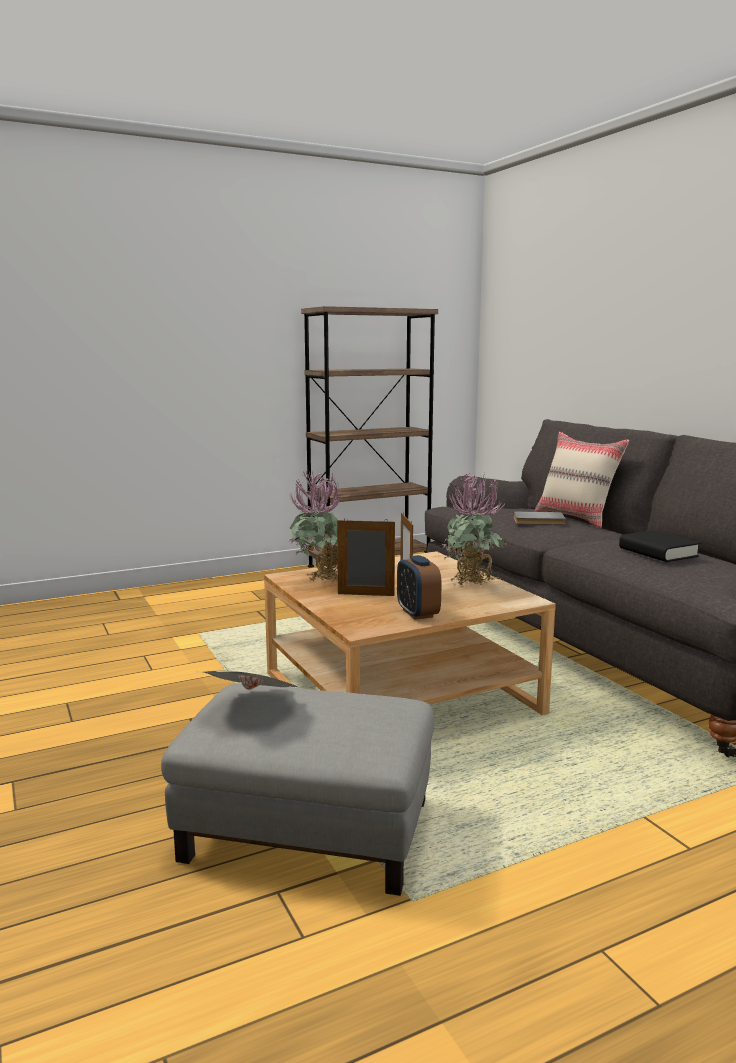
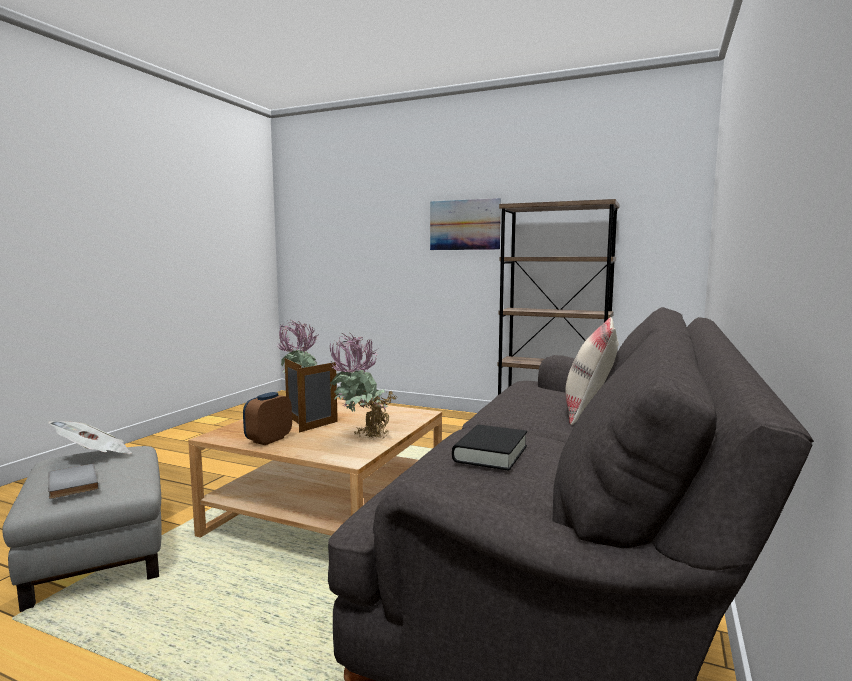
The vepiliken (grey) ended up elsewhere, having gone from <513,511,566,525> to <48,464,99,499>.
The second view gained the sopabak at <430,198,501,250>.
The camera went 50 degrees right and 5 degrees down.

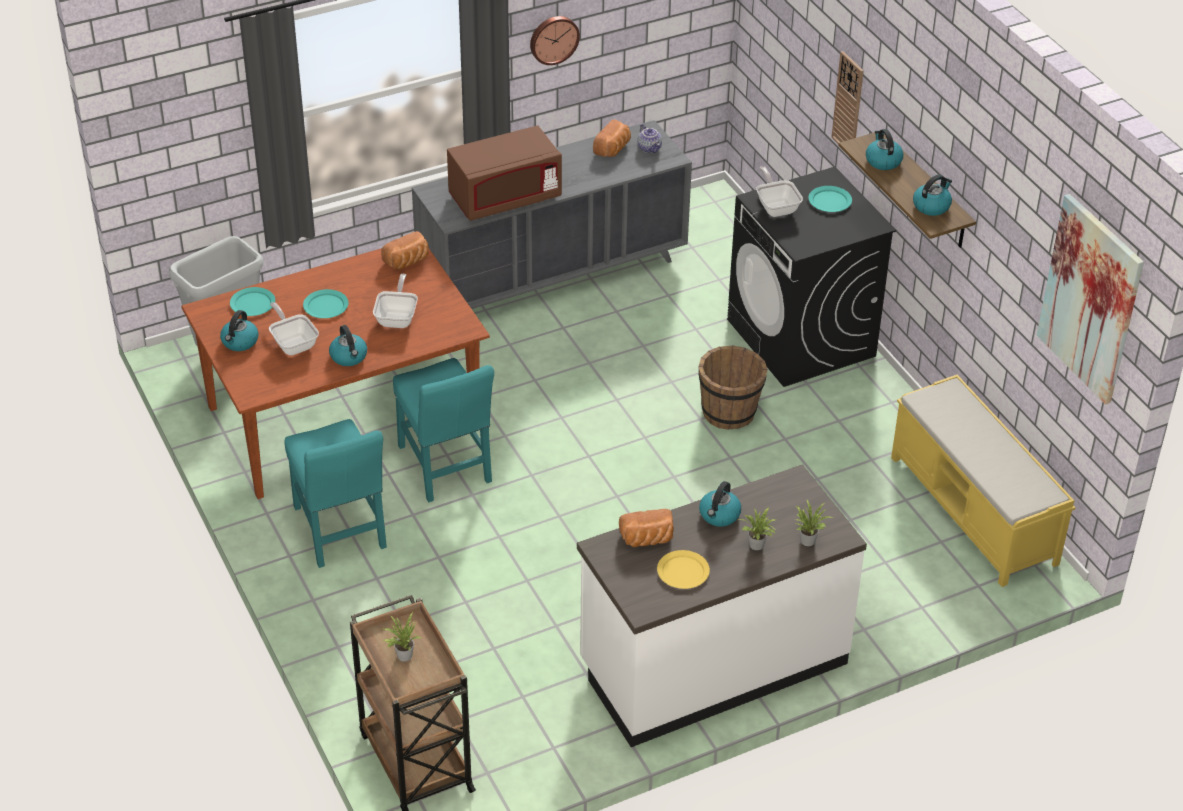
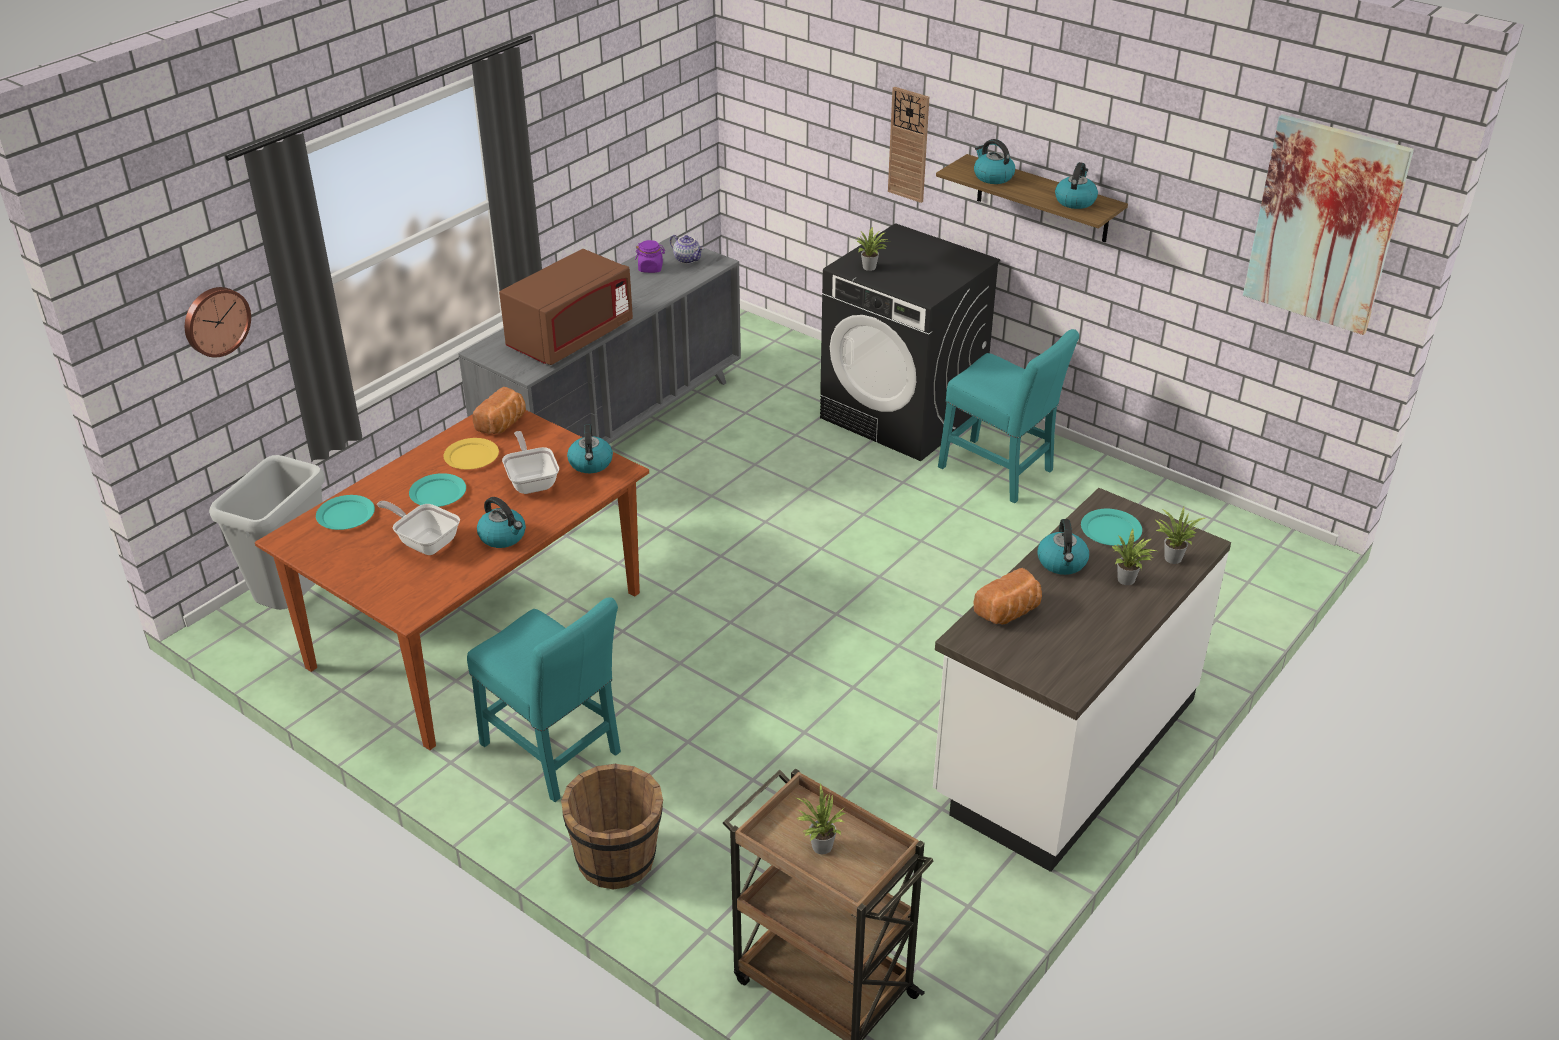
The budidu ended up elsewhere, having gone from <530,16,580,65> to <185,287,251,357>.
Where the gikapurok stood at <593,119,631,157>, the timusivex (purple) came to stand at <635,240,665,273>.
Where the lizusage stood at <756,166,803,217>, the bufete came to stand at <856,227,890,271>.
The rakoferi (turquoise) ended up elsewhere, having gone from <808,186,852,212> to <1081,509,1142,546>.
The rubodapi ended up elsewhere, having gone from <220,310,259,351> to <567,424,613,473>.
The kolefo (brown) ended up elsewhere, having gone from <698,345,768,430> to <561,764,663,890>.
The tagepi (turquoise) ended up elsewhere, having gone from <393,358,494,502> to <938,329,1079,503>.
The second view lost the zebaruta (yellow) at <891,375,1076,587>.
The rakoferi (yellow) ended up elsewhere, having gone from <657,550,710,589> to <443,438,499,469>.
The camera went 25 degrees left and 5 degrees down.

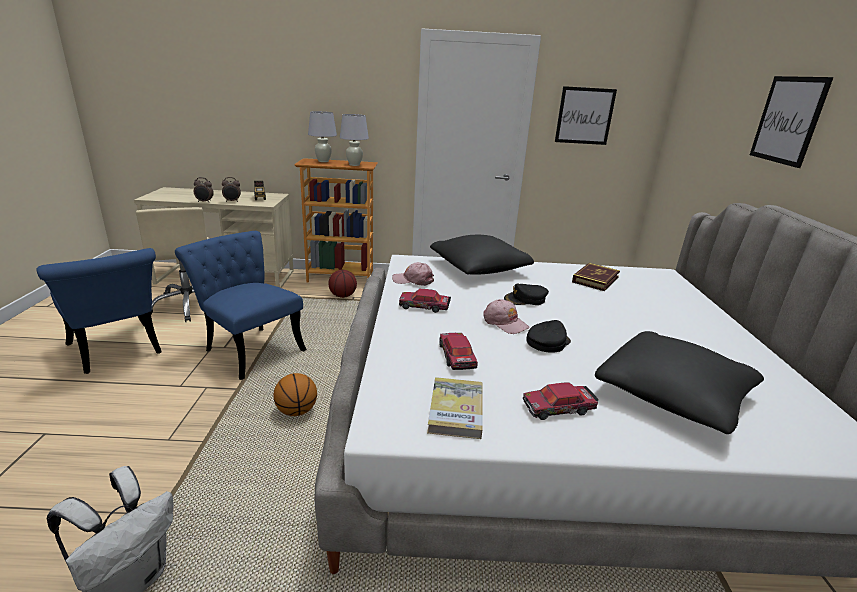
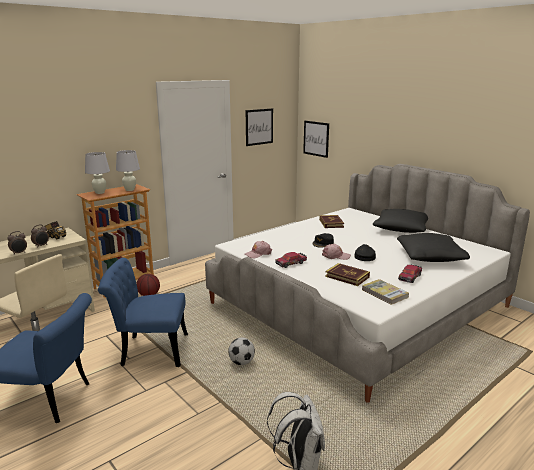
The sopabak ended up elsewhere, having gone from <750,76,834,168> to <303,121,329,158>.
The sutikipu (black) ended up elsewhere, having gone from <430,235,534,275> to <373,209,428,233>.
Where the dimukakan stood at <439,333,478,370>, the vepiliken came to stand at <325,263,370,286>.
Where the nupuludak stood at <273,373,317,416>, the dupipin came to stand at <228,338,255,365>.
The camera went 40 degrees left and 5 degrees down.

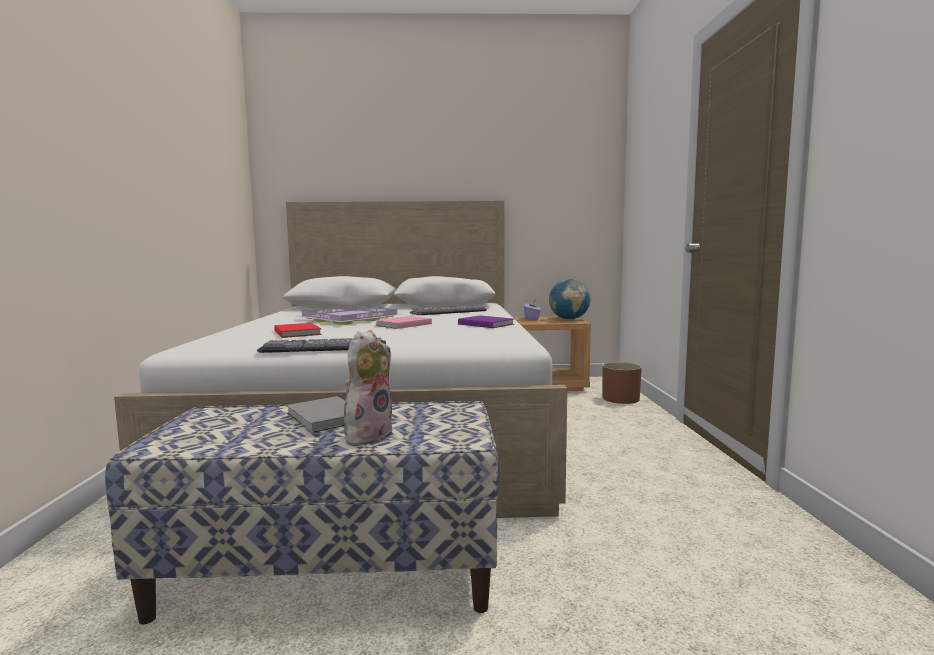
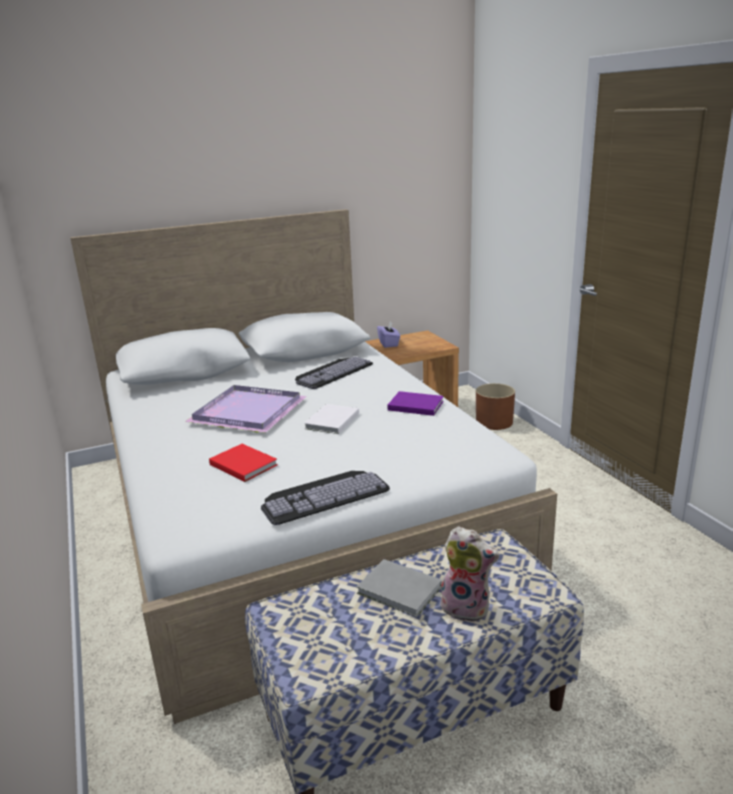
The second view lost the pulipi at <549,279,591,320>.
What was the vepiliken (pink) at <375,316,432,329> turned into the vepiliken (white) at <304,404,359,434>.
The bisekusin at <344,330,393,445> ended up facing another way, 105 degrees clockwise from before.
The camera went 20 degrees left and 15 degrees up.

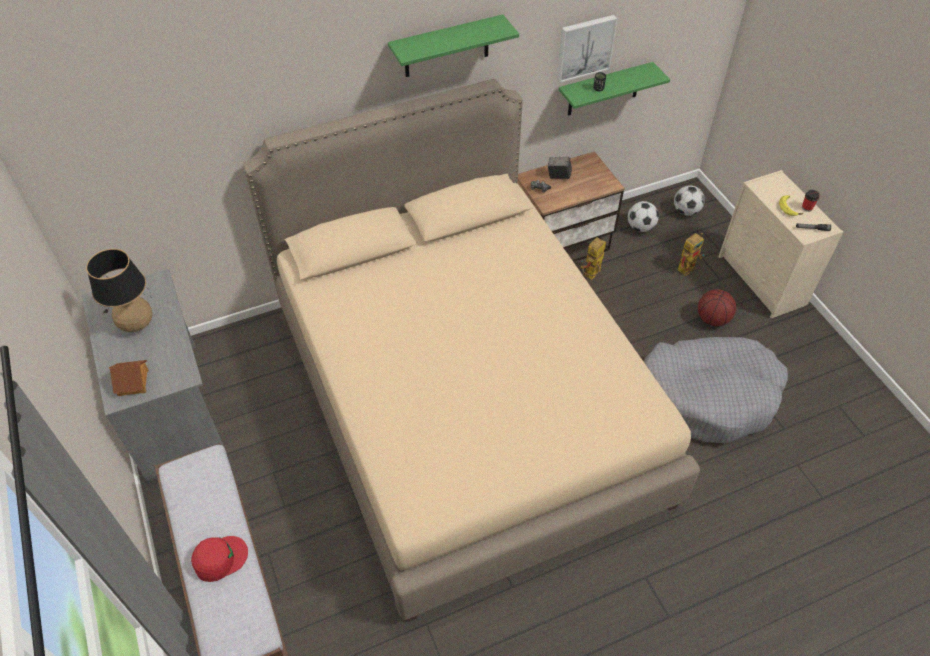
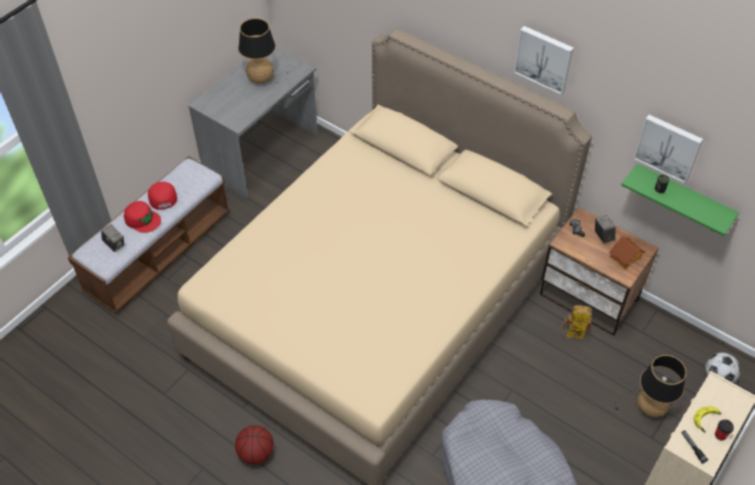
Where the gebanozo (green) hung at <388,14,519,77>, the sopabak came to hang at <514,26,574,95>.
The second view lost the dupipin at <628,201,659,232>.
Where the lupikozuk stood at <678,233,704,276>, the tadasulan came to stand at <615,355,686,417>.
The nupuludak ended up elsewhere, having gone from <698,289,736,326> to <235,425,274,464>.
The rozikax ended up elsewhere, having gone from <109,360,149,396> to <609,236,646,269>.
The second view gained the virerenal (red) at <148,182,177,210>.
The second view gained the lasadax at <101,224,124,252>.
The camera went 60 degrees right and 0 degrees up.

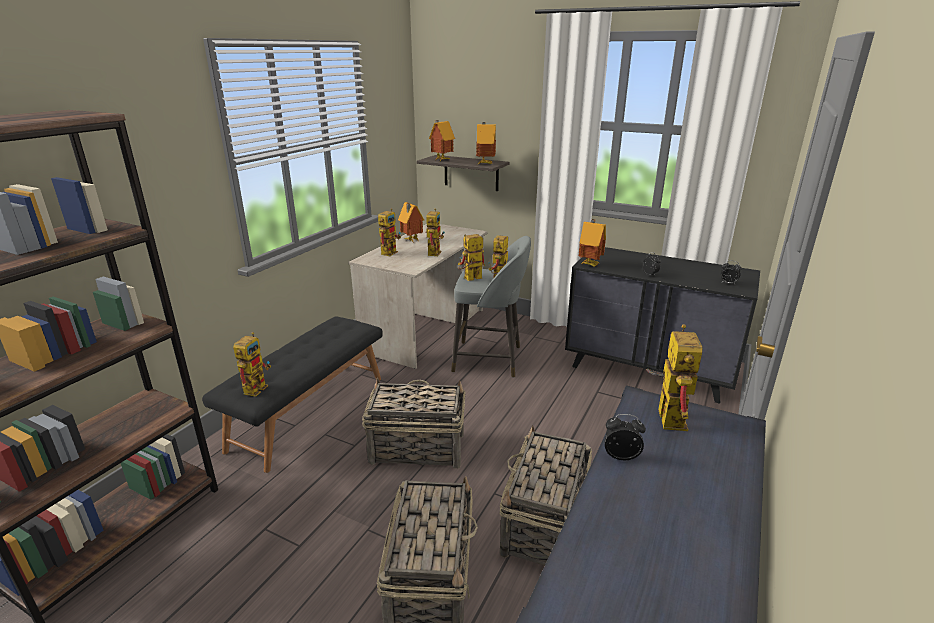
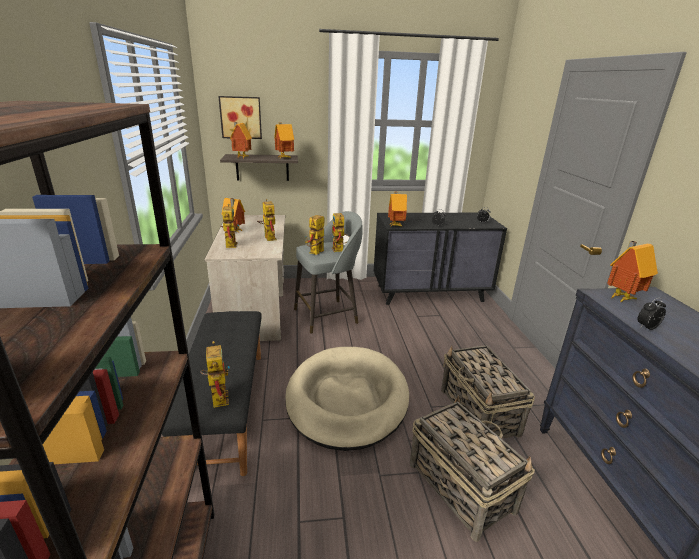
Where the lupikozuk stood at <647,324,702,431>, the rozikax came to stand at <607,241,658,302>.
Where the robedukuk stood at <362,377,466,469>, the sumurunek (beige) came to stand at <285,347,409,451>.
The second view gained the sopabak at <218,96,262,139>.
The camera went 35 degrees left and 0 degrees up.

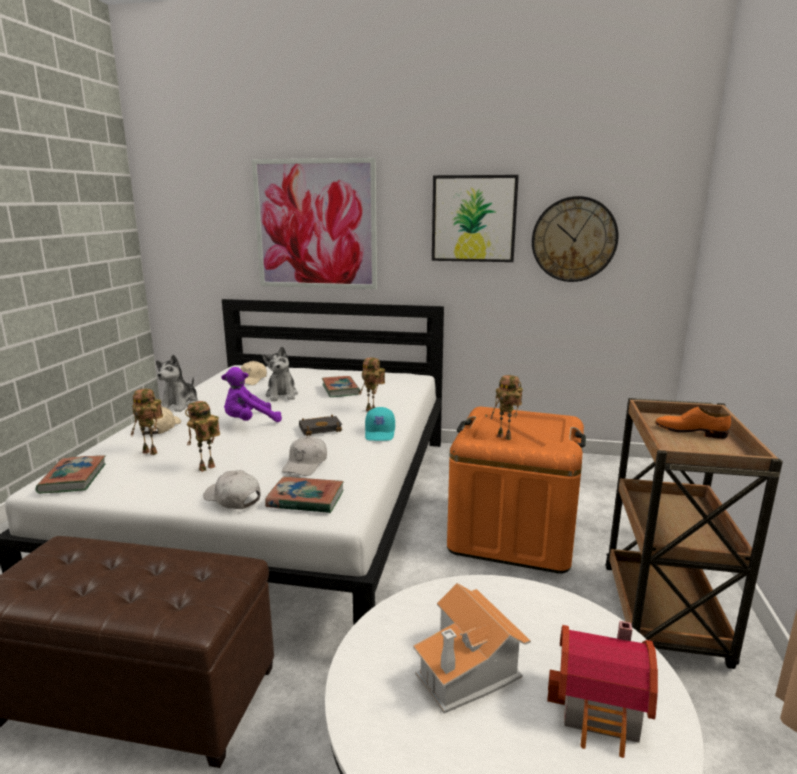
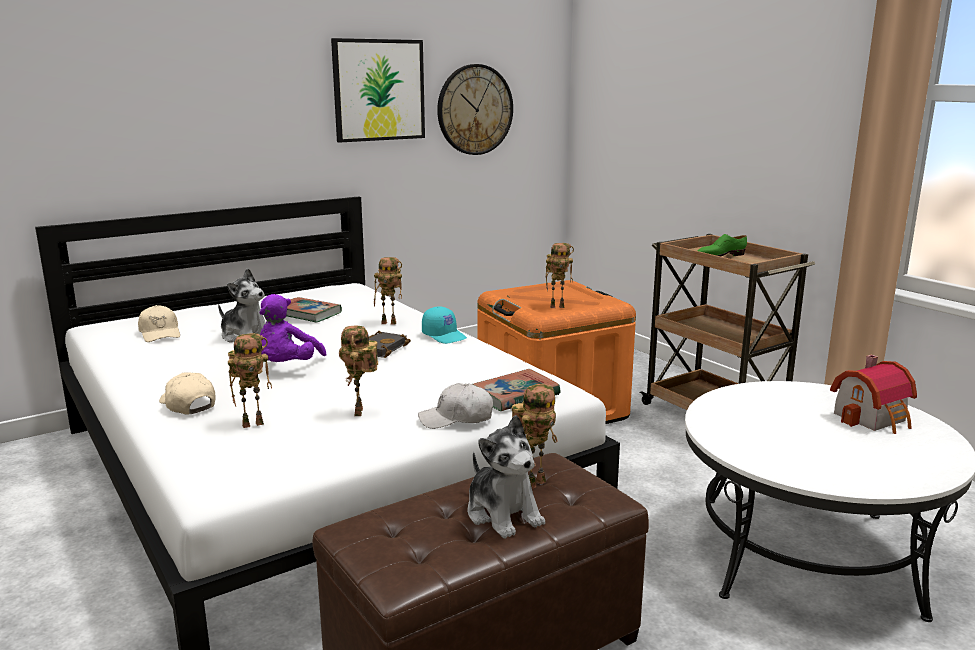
The second view lost the sopabak at <252,158,377,289>.
The bisekusin ended up elsewhere, having gone from <156,354,198,412> to <467,415,545,538>.
What was the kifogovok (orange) at <655,407,731,439> turned into the kifogovok (green) at <698,234,747,256>.
The second view lost the virerenal (white) at <282,436,327,476>.
The second view lost the vepiliken at <36,455,106,494>.
The second view lost the rozikax at <413,583,531,713>.
The second view gained the lupikozuk at <512,384,558,489>.
The camera went 45 degrees left and 0 degrees up.

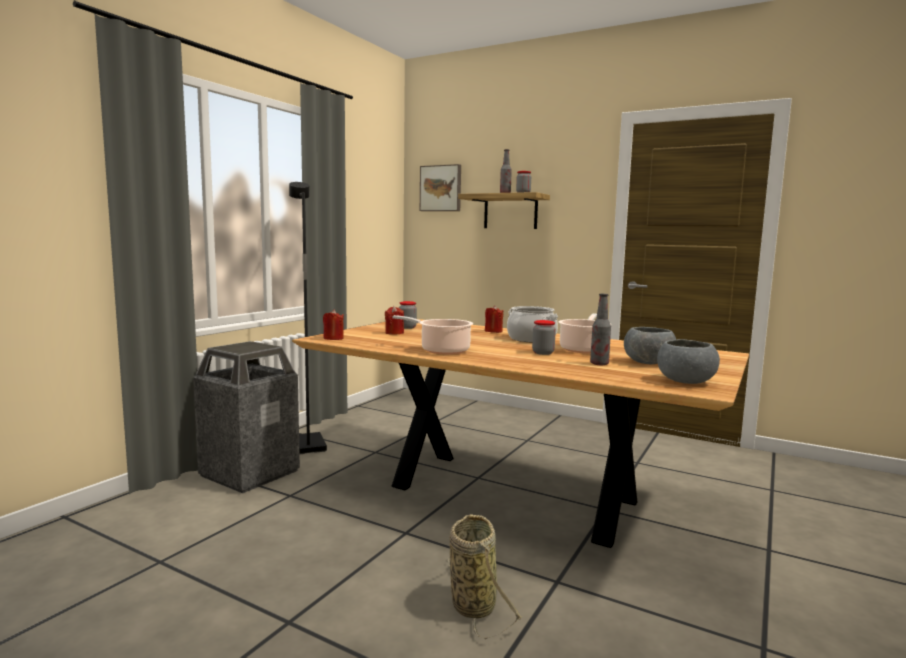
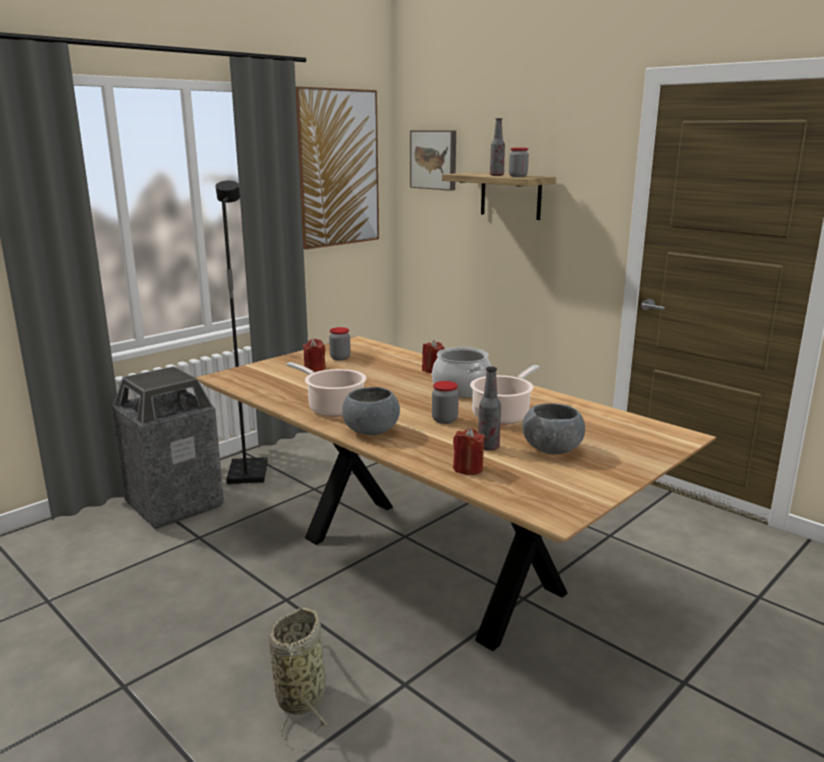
The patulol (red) ended up elsewhere, having gone from <323,310,344,340> to <453,428,485,475>.
The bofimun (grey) ended up elsewhere, having gone from <657,339,720,384> to <342,387,400,435>.
The second view gained the sopabak at <296,86,379,250>.
The camera went 15 degrees right and 10 degrees up.

